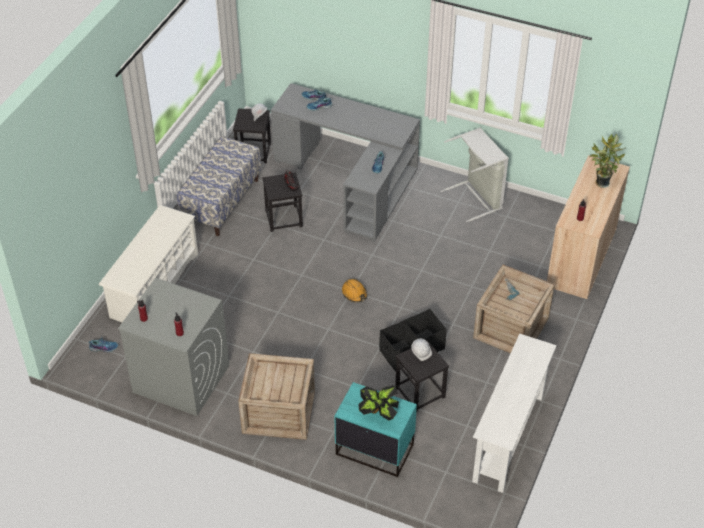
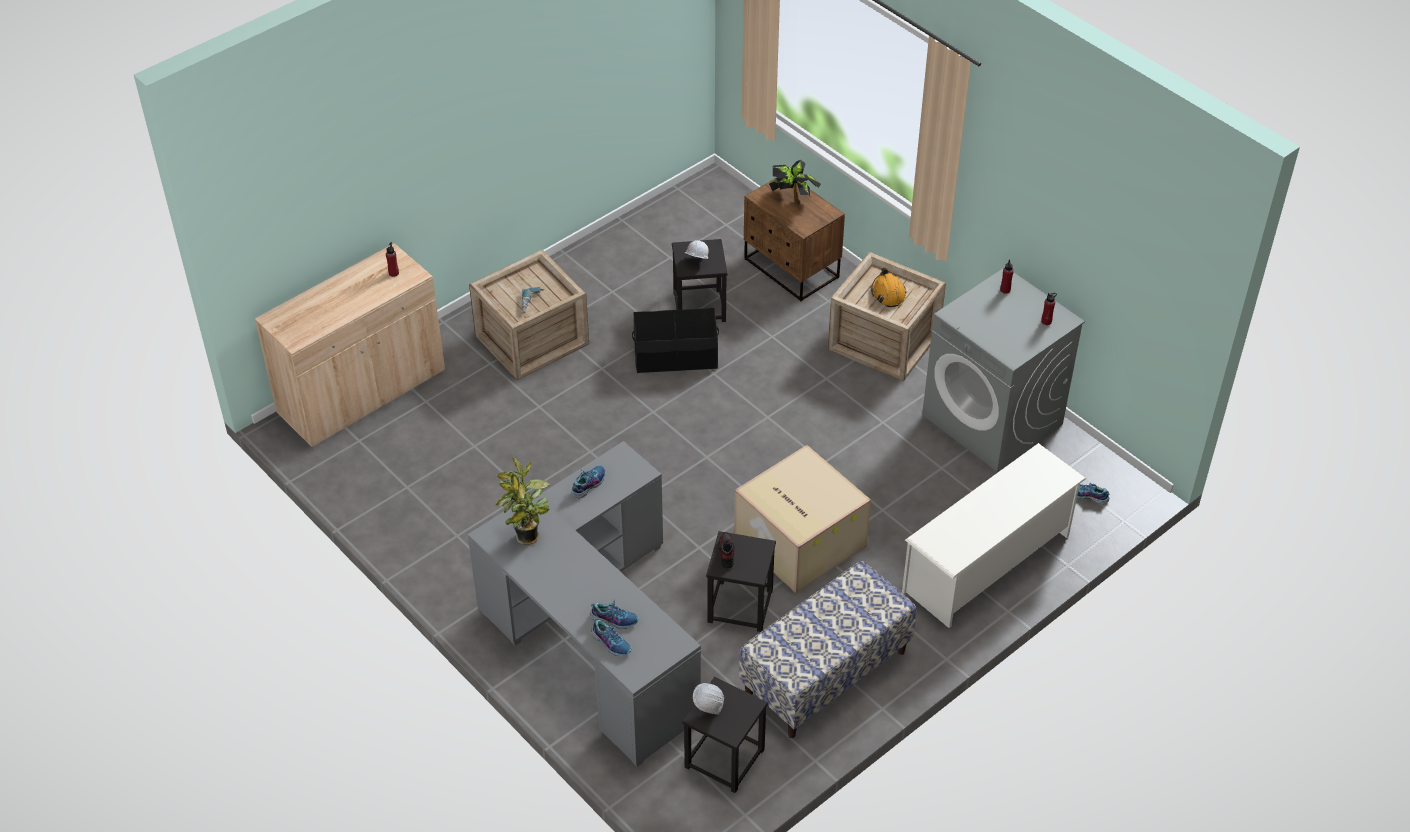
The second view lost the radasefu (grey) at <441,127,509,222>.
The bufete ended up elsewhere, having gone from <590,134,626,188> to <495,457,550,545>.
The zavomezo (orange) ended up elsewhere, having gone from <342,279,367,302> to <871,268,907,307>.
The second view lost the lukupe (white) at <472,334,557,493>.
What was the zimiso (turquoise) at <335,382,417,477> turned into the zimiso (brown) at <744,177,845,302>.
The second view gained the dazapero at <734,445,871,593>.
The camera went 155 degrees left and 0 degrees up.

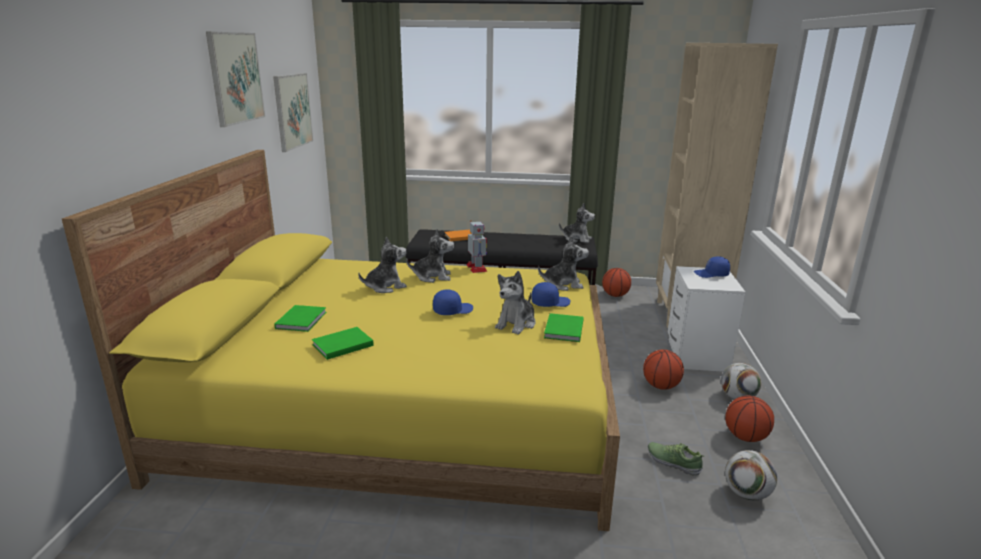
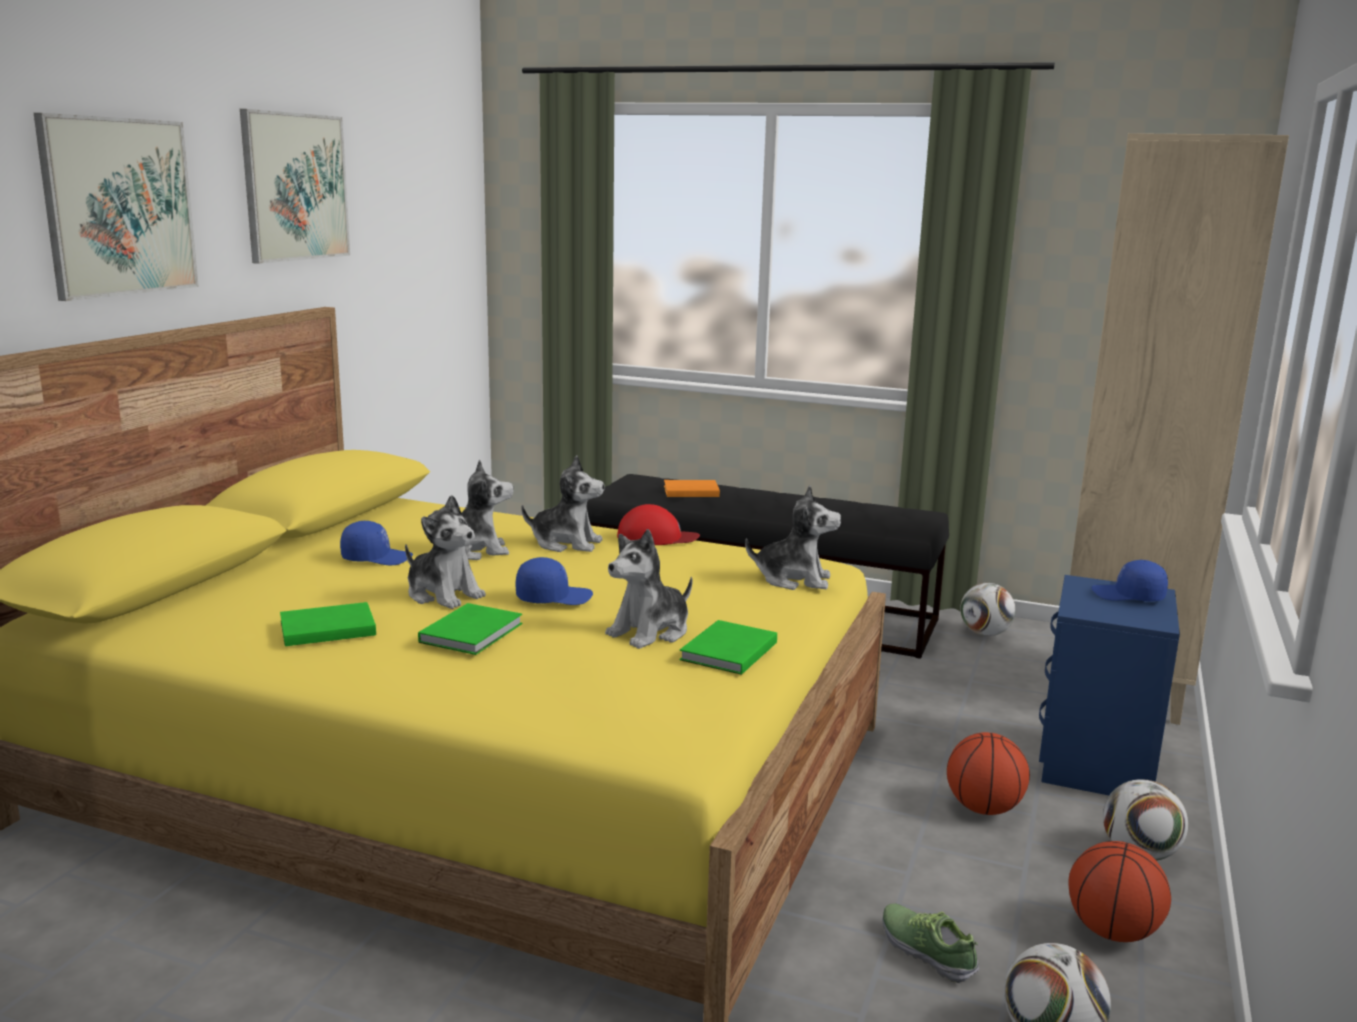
The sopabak ended up elsewhere, having gone from <273,73,313,152> to <34,113,199,301>.
The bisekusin ended up elsewhere, having gone from <559,203,595,243> to <405,495,486,609>.
Where the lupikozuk stood at <466,220,487,273>, the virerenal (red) came to stand at <617,504,700,545>.
What was the zimiso (white) at <667,266,745,372> turned into the zimiso (blue) at <1039,575,1180,795>.
Where the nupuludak stood at <602,268,631,297>, the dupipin came to stand at <960,583,1016,636>.
The virerenal (blue) ended up elsewhere, having gone from <531,282,571,307> to <340,521,413,565>.
The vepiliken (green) ended up elsewhere, having gone from <274,305,326,332> to <418,603,522,655>.
The camera went 15 degrees right and 5 degrees down.

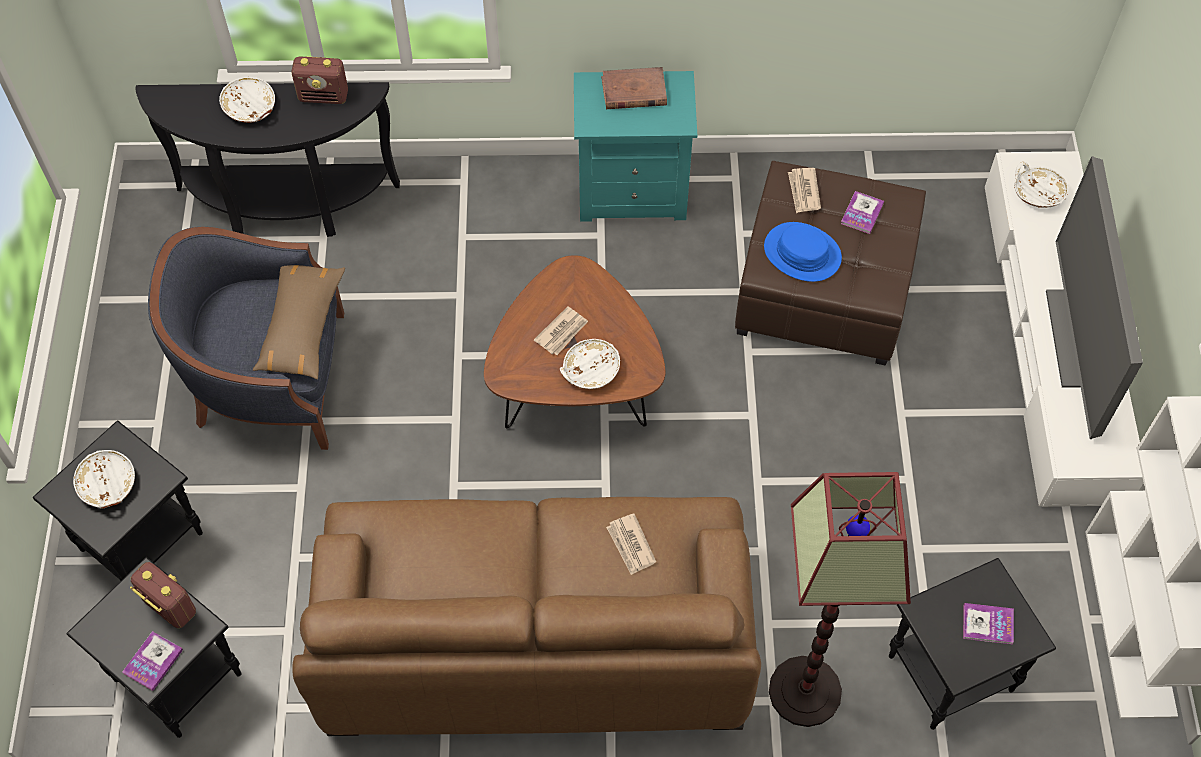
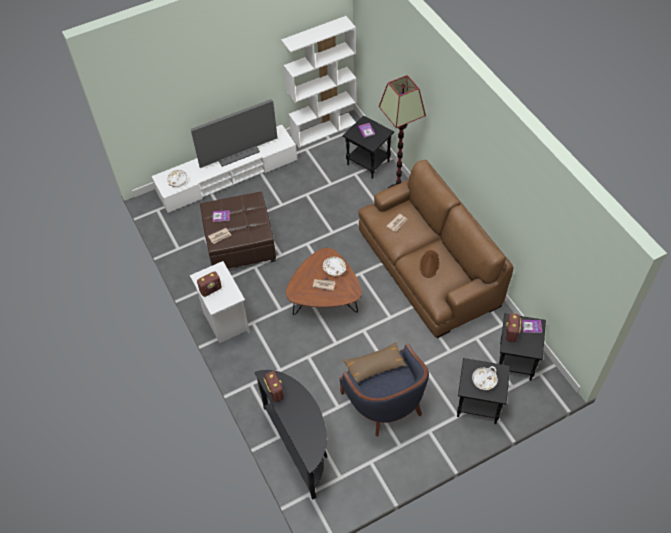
Where the vepiliken (brown) stood at <601,67,667,109>, the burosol came to stand at <197,271,222,297>.
What was the zimiso (turquoise) at <574,71,697,222> turned into the zimiso (white) at <190,261,250,343>.
The second view lost the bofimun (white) at <219,77,275,123>.
The second view lost the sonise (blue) at <764,222,842,282>.
The second view gained the sonise (brown) at <420,250,440,278>.
The camera went 115 degrees left and 5 degrees down.

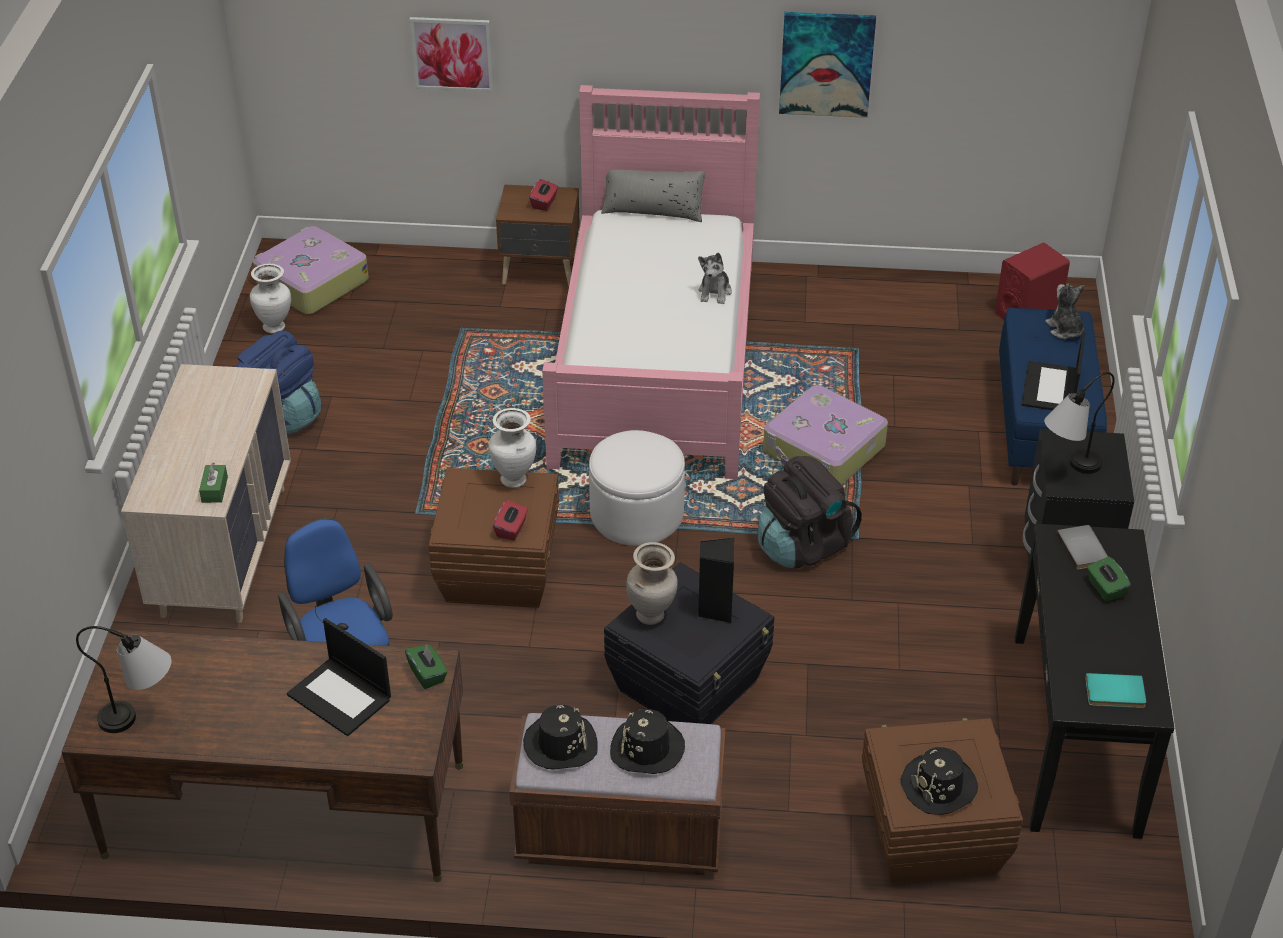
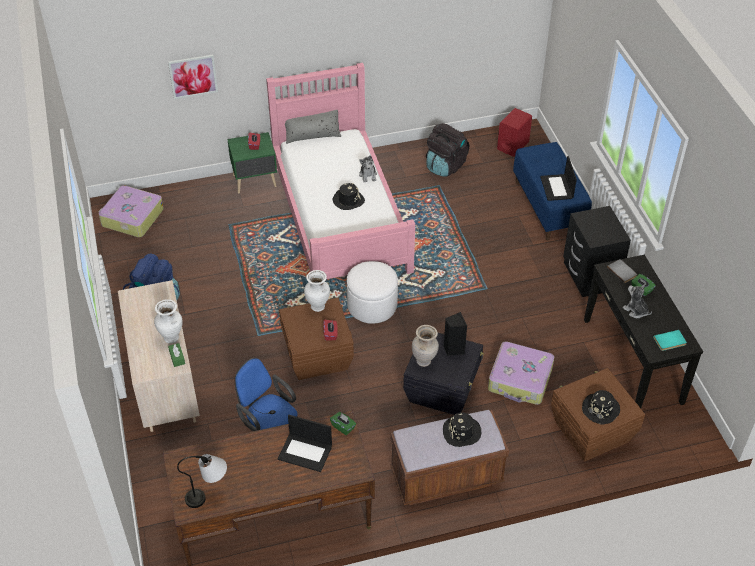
The second view lost the sopabak at <779,12,876,118>.
What was the zimiso (brown) at <496,185,580,286> turned into the zimiso (green) at <227,132,277,194>.
The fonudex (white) ended up elsewhere, having gone from <250,264,291,333> to <154,299,183,343>.
The bisekusin ended up elsewhere, having gone from <1045,284,1084,339> to <622,284,652,318>.
The second view lost the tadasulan at <1044,372,1115,474>.
The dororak ended up elsewhere, having gone from <763,385,888,485> to <488,341,554,405>.
The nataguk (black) ended up elsewhere, having gone from <758,456,862,569> to <426,123,469,177>.
The sonise (black) ended up elsewhere, having gone from <523,705,598,770> to <333,183,365,210>.
The camera went 20 degrees left and 5 degrees up.

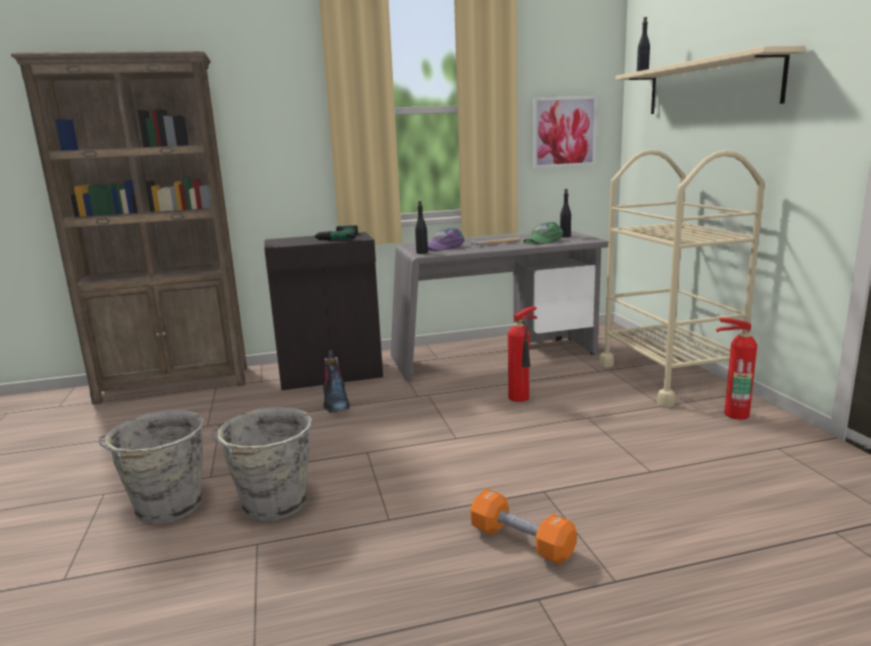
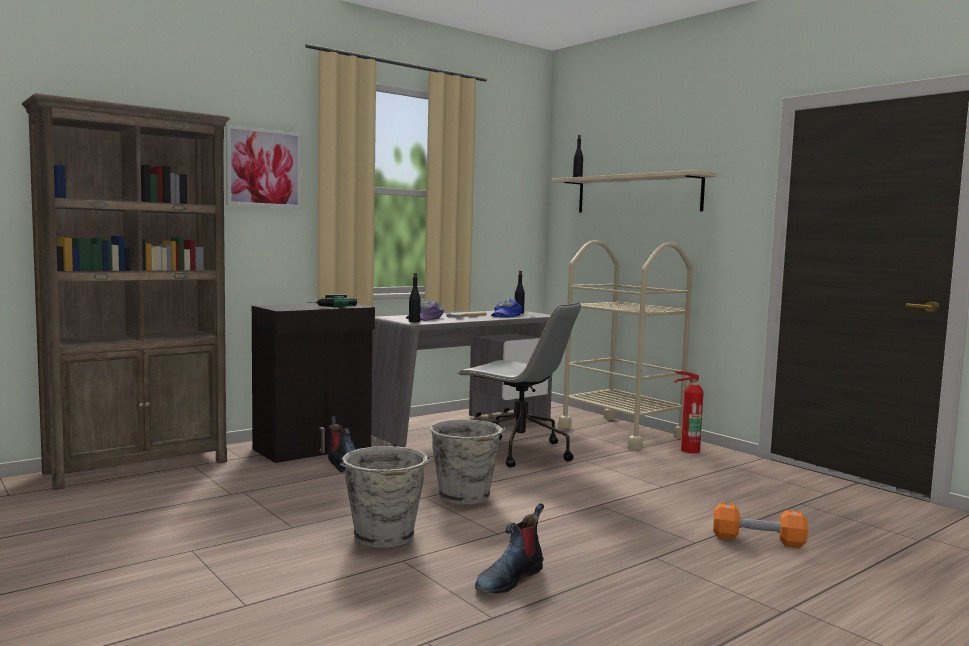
The sopabak ended up elsewhere, having gone from <533,96,598,169> to <226,125,301,208>.
What was the virerenal (green) at <523,222,563,245> turned into the virerenal (blue) at <491,299,522,318>.
Where the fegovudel stood at <508,306,537,402>, the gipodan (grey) came to stand at <457,302,581,467>.
The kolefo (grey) ended up elsewhere, having gone from <98,410,204,524> to <430,419,505,505>.
The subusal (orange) ended up elsewhere, having gone from <470,489,577,564> to <713,503,808,548>.
The second view gained the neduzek at <475,503,544,594>.
The camera went 25 degrees left and 10 degrees down.

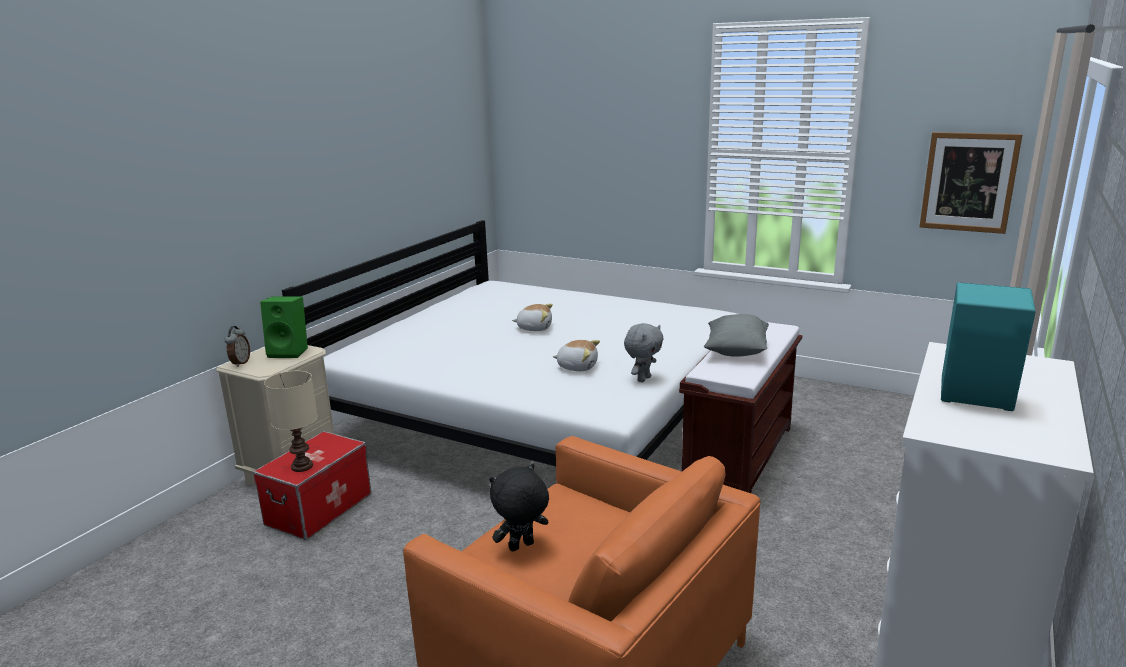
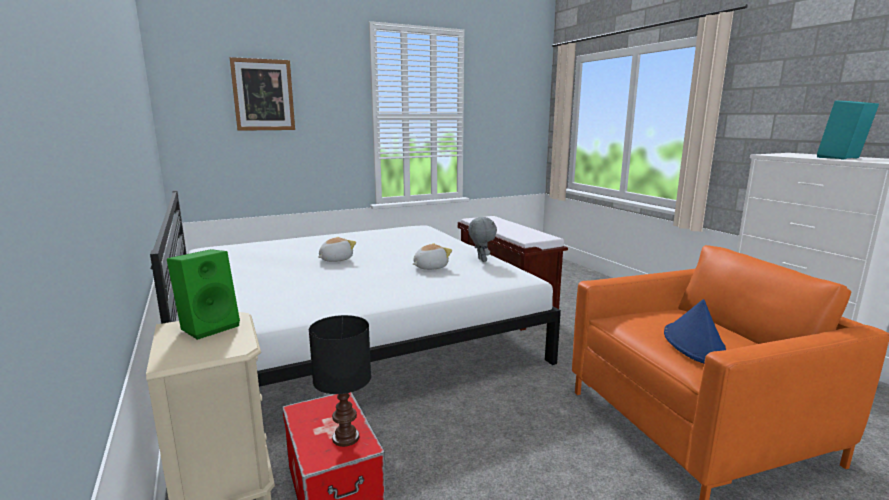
The sopabak ended up elsewhere, having gone from <919,132,1022,234> to <230,57,295,131>.
The second view lost the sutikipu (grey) at <704,314,769,357>.
The second view lost the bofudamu at <225,326,250,367>.
What was the tadasulan (beige) at <264,371,318,472> turned into the tadasulan (black) at <309,315,371,447>.
Where the bisekusin (black) stood at <489,464,549,552>, the sonise (blue) came to stand at <664,299,726,363>.
The camera went 55 degrees left and 5 degrees down.

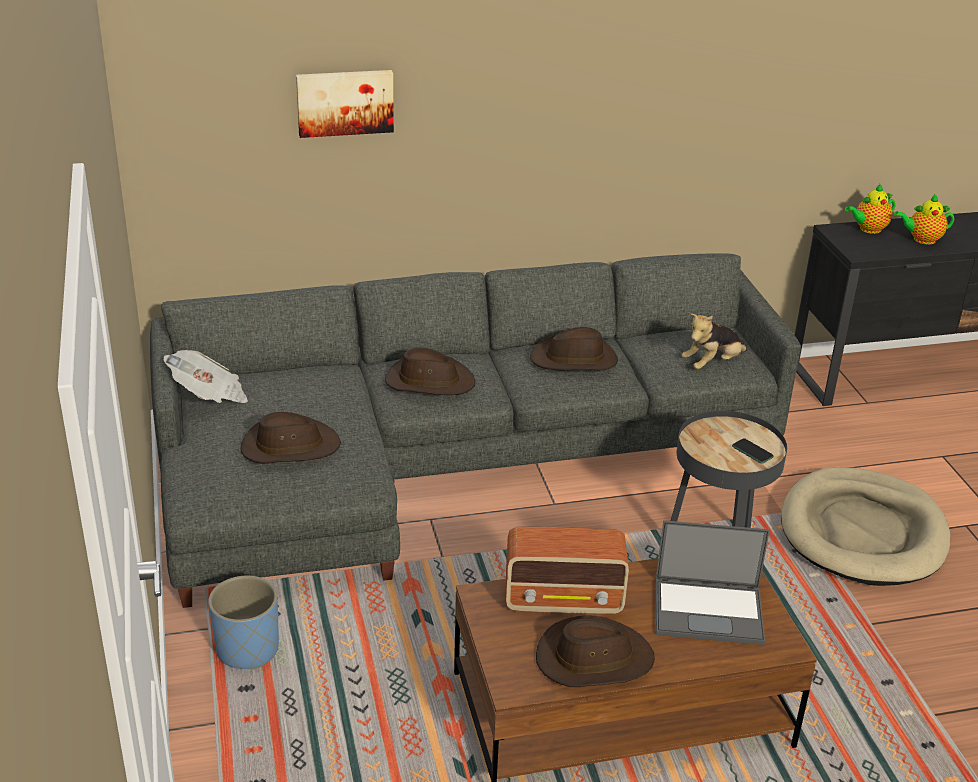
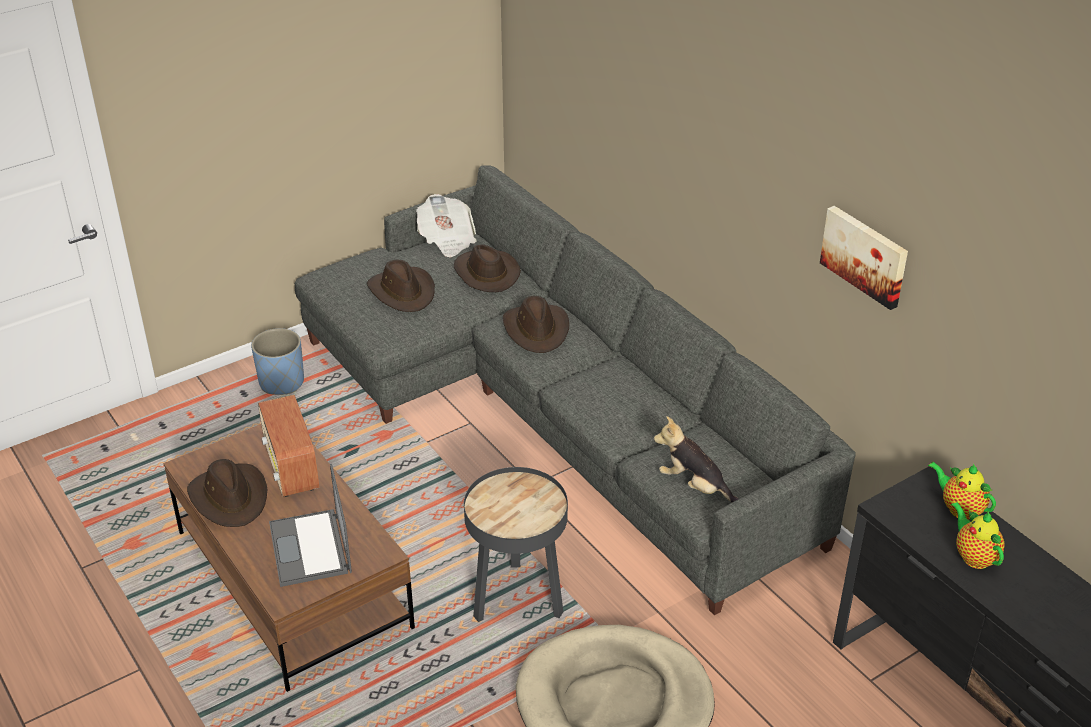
The sopabak ended up elsewhere, having gone from <296,70,394,138> to <820,206,908,310>.
The sonise (brown) ended up elsewhere, having gone from <530,327,618,371> to <454,245,521,292>.
The second view lost the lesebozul at <732,438,774,464>.
The camera went 70 degrees right and 5 degrees up.

